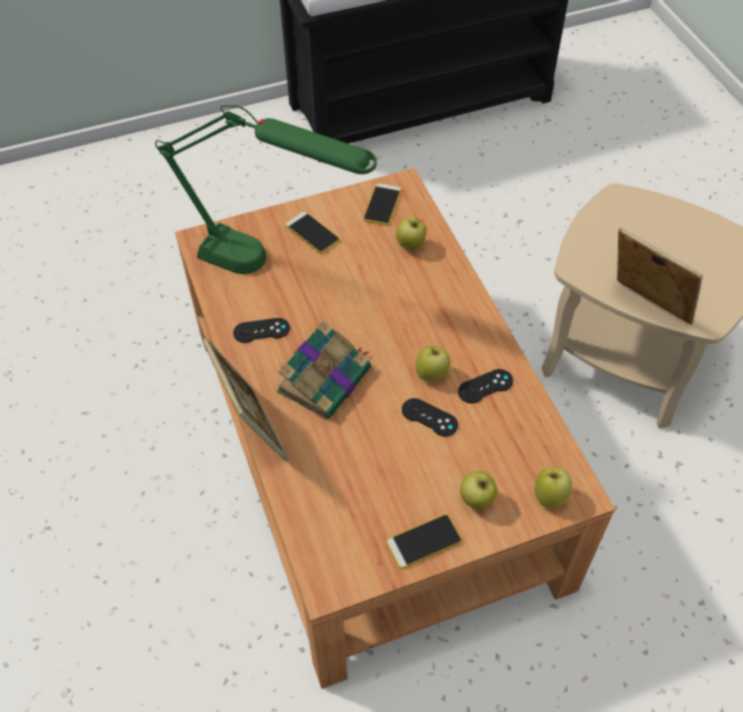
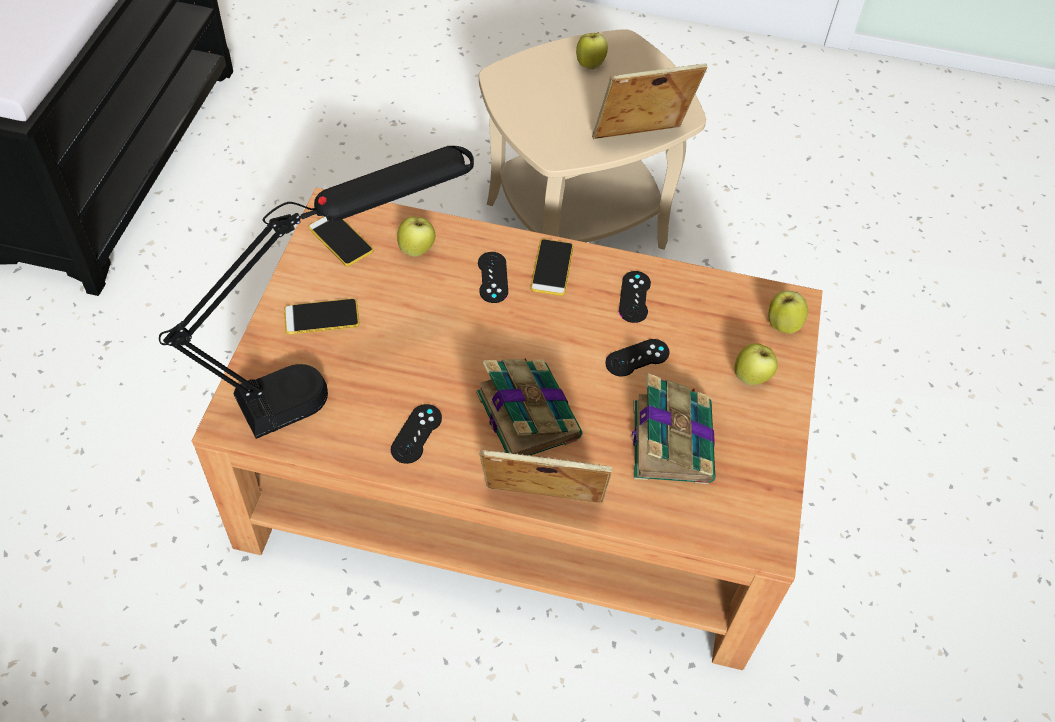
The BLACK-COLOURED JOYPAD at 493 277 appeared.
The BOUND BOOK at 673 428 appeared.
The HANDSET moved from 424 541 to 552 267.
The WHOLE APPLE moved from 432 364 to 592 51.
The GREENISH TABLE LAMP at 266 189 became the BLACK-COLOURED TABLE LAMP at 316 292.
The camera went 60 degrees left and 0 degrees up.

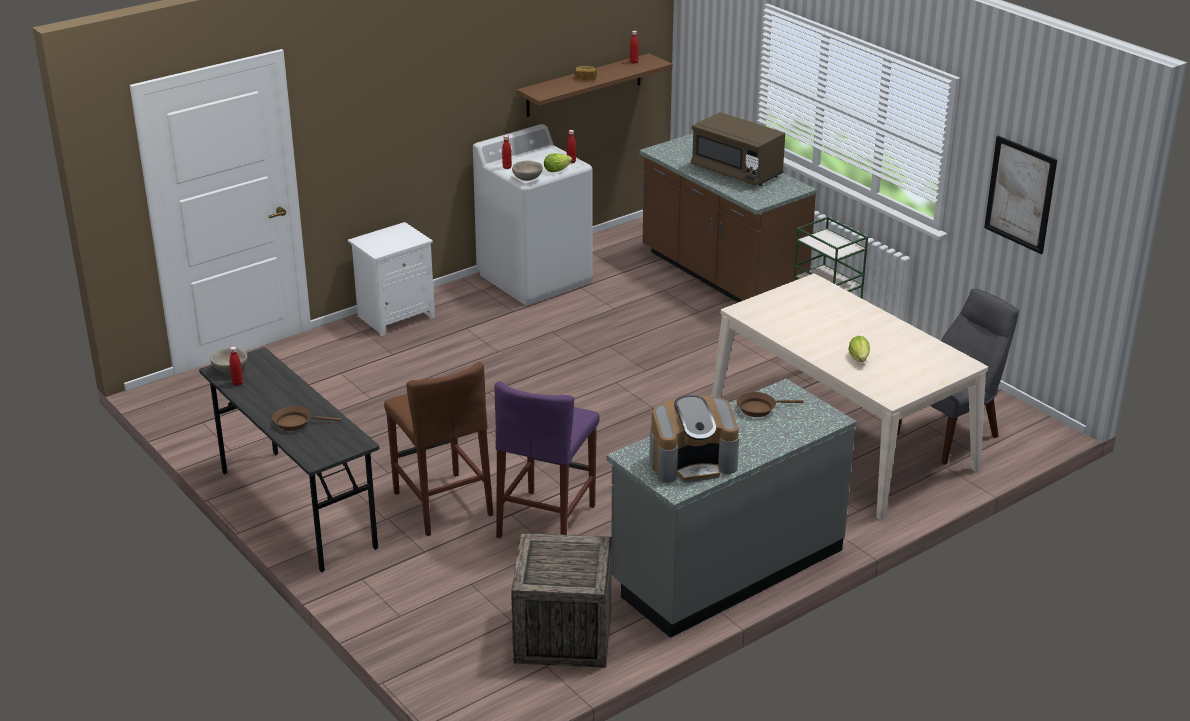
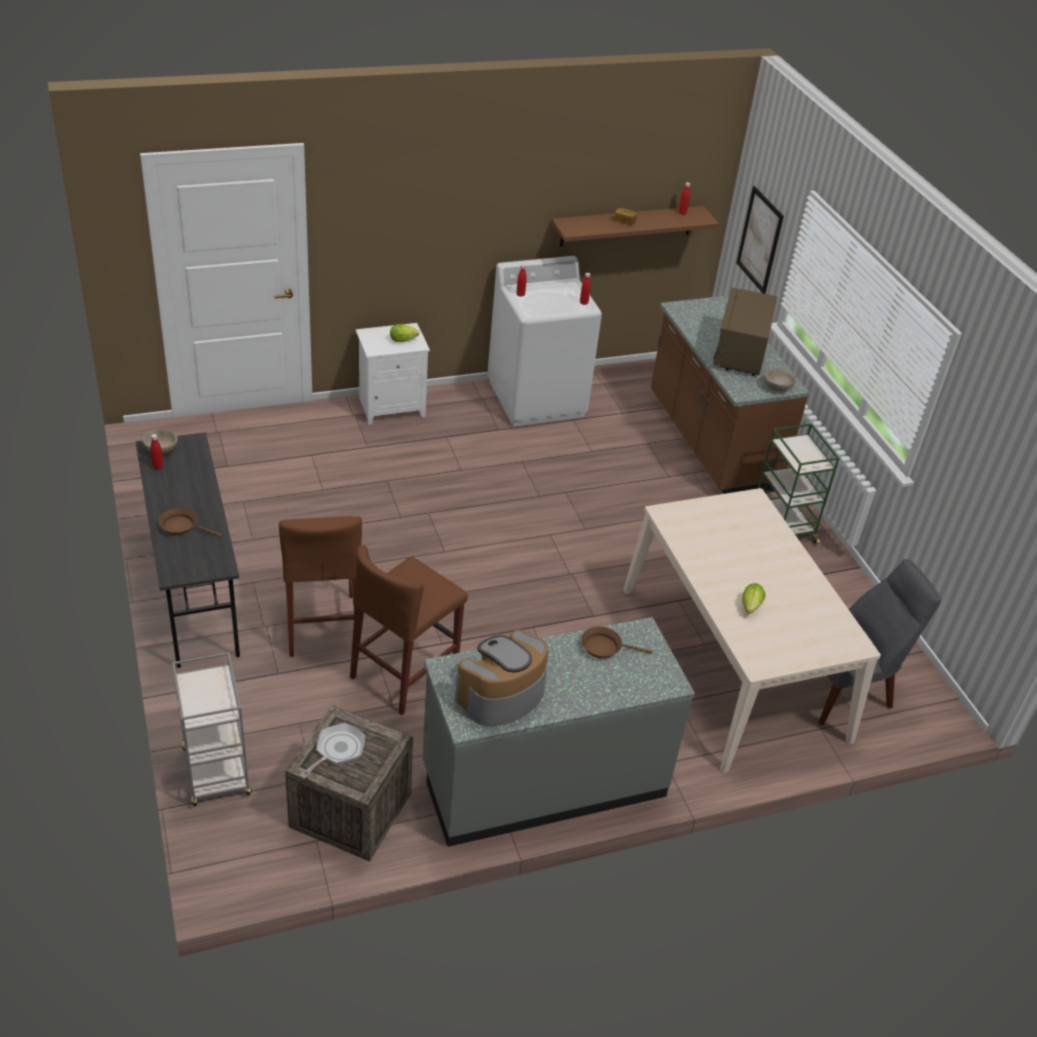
The GRAY TROLLEY at 212 729 appeared.
The FRYING PAN at 332 750 appeared.
The BEIGE-COLOURED BOWL moved from 527 171 to 780 379.
The LETTUCE HEAD moved from 558 162 to 404 333.
The WALL PICTURE moved from 1020 195 to 760 240.
The PURPLE-COLOURED SITTING STOOL at 547 459 became the BROWN-COLOURED SITTING STOOL at 409 630.
The COFFEE BREWER at 694 439 turned 135 degrees clockwise.
The BROWN-COLOURED MICROWAVE OVEN at 738 149 turned 45 degrees clockwise.
The camera went 15 degrees right and 10 degrees up.

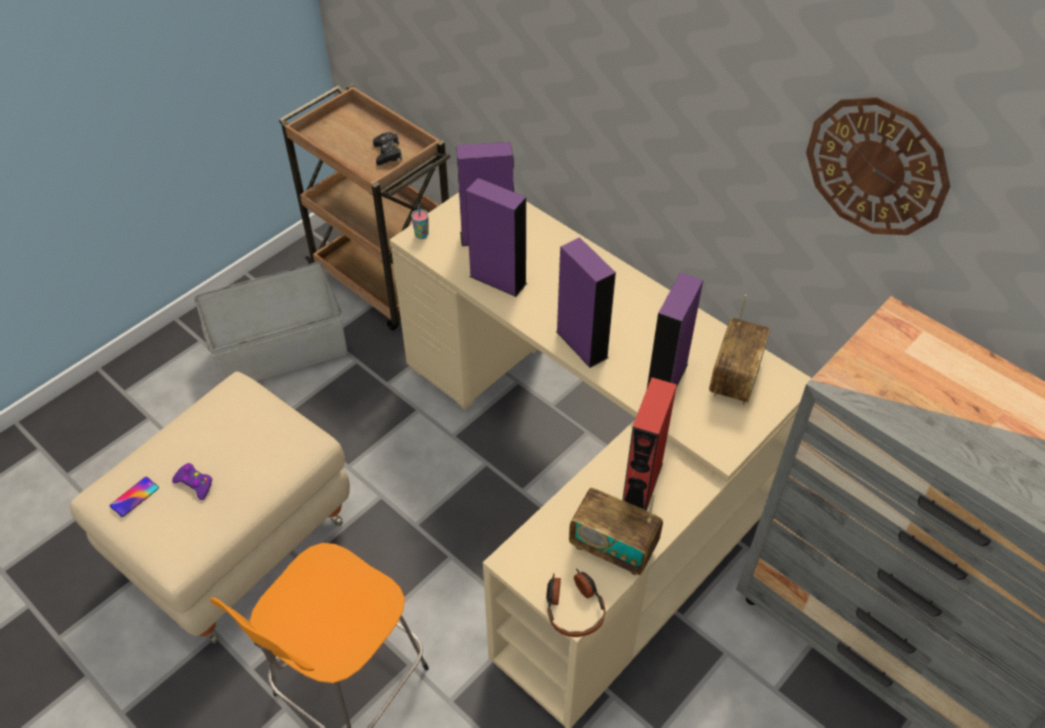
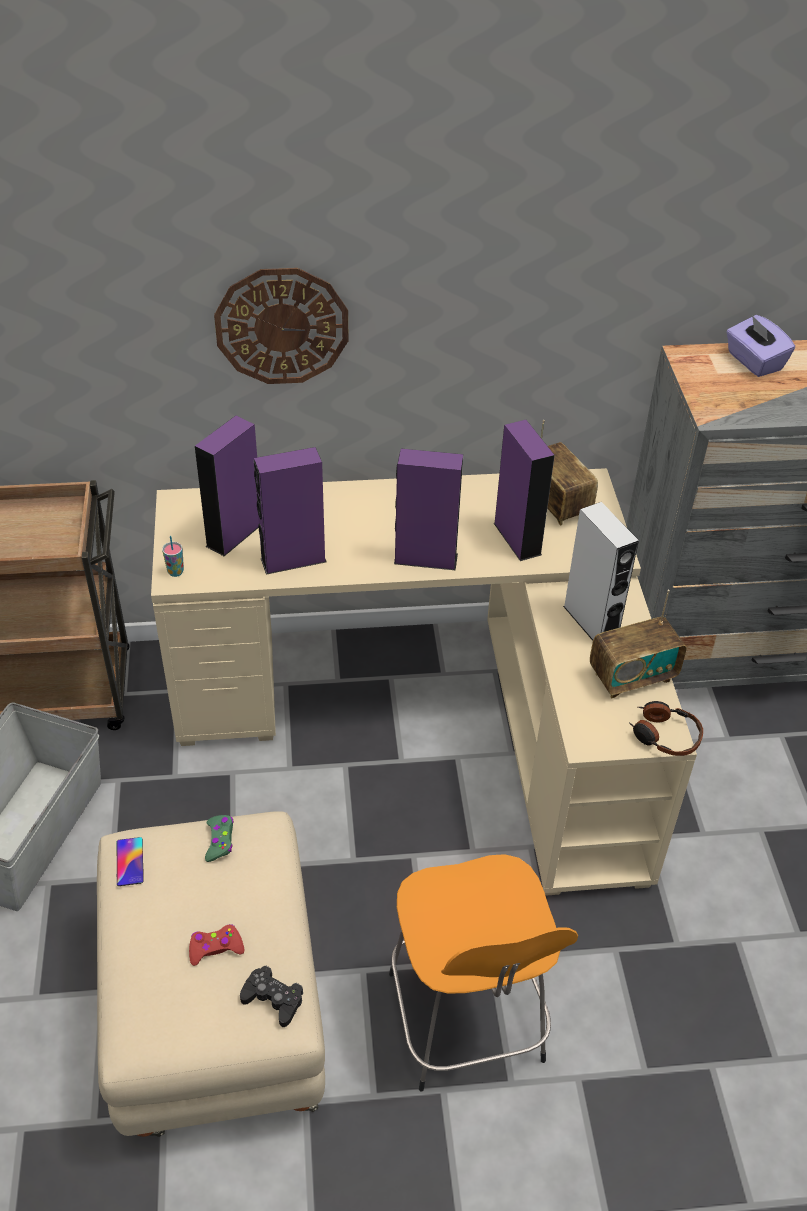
The GREENISH JOYPAD at 219 838 appeared.
The PURPLE-COLOURED BOX OF TISSUES at 761 346 appeared.
The HANDSET moved from 134 497 to 130 861.
The BLACK-COLOURED JOYPAD moved from 387 148 to 271 996.
The HANGING CLOCK moved from 878 166 to 281 326.
The PURPLE-COLOURED JOYPAD at 192 481 became the RED JOYPAD at 216 945.
The RED SPEAKER at 649 444 became the GRAY SPEAKER at 601 571.
The camera went 50 degrees left and 5 degrees down.

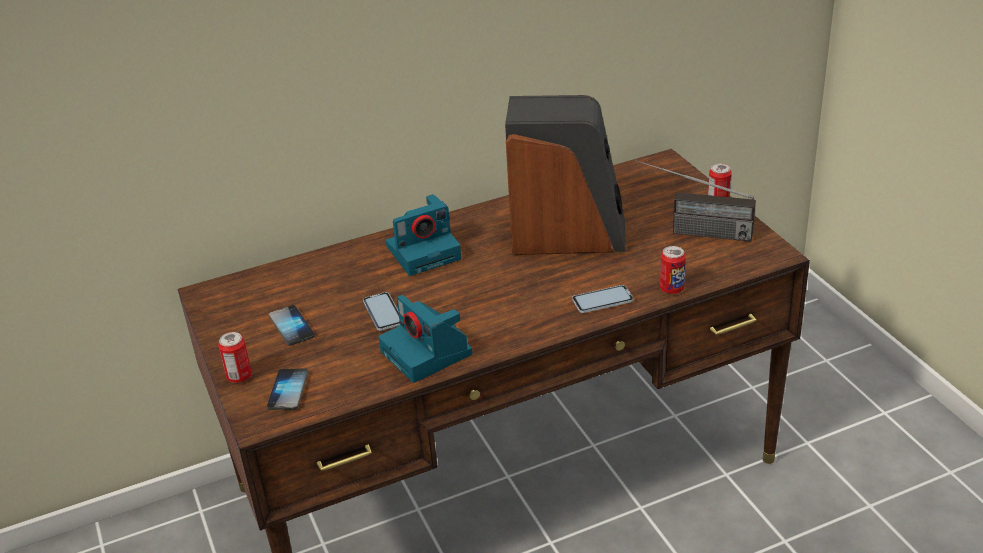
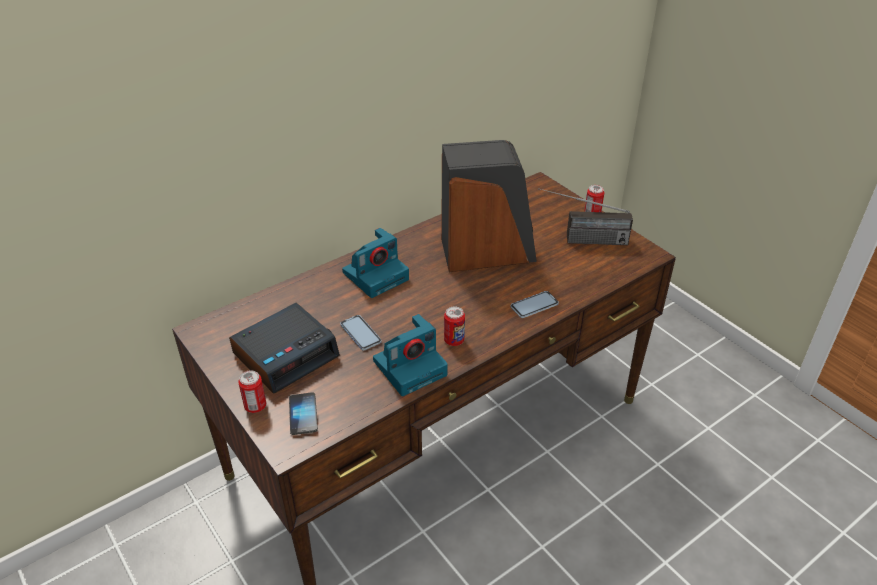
The SEALED CAN moved from 673 270 to 454 326.
The HANDSET at 292 325 was replaced by the ALARM CLOCK at 284 348.
The PHOTO CAMERA at 425 339 turned 75 degrees counterclockwise.
The camera went 15 degrees left and 5 degrees up.

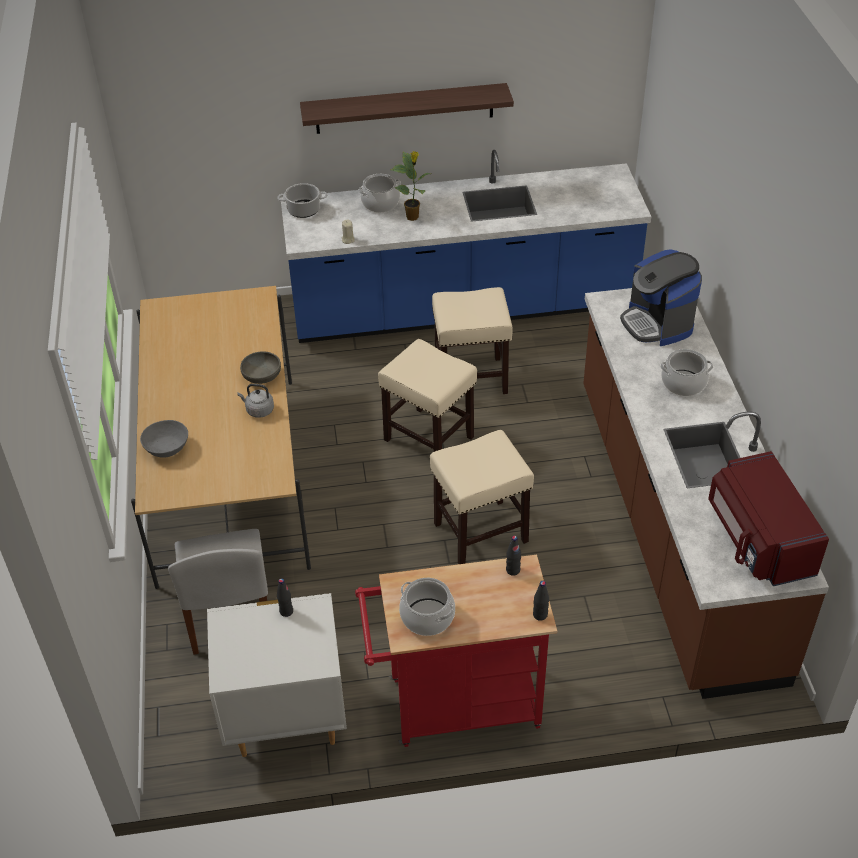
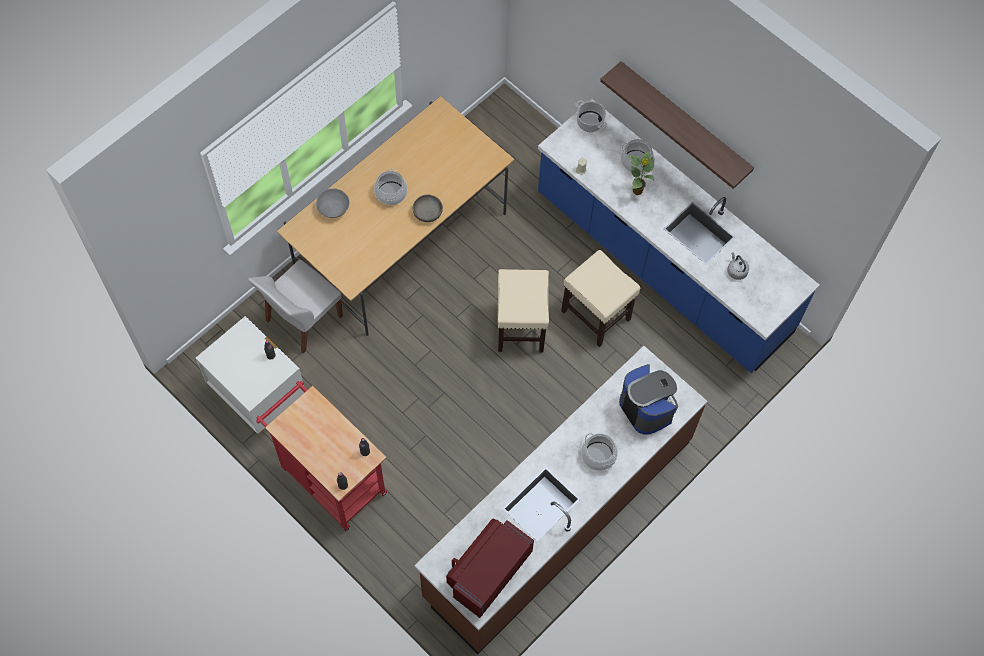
The BEIGE-COLOURED SITTING STOOL at 482 497 disappeared.
The GRAY KETTLE moved from 255 401 to 738 266.
The COOKING POT moved from 427 607 to 390 187.
The COFFEE BREWER at 661 298 turned 120 degrees clockwise.
The camera went 50 degrees right and 20 degrees up.

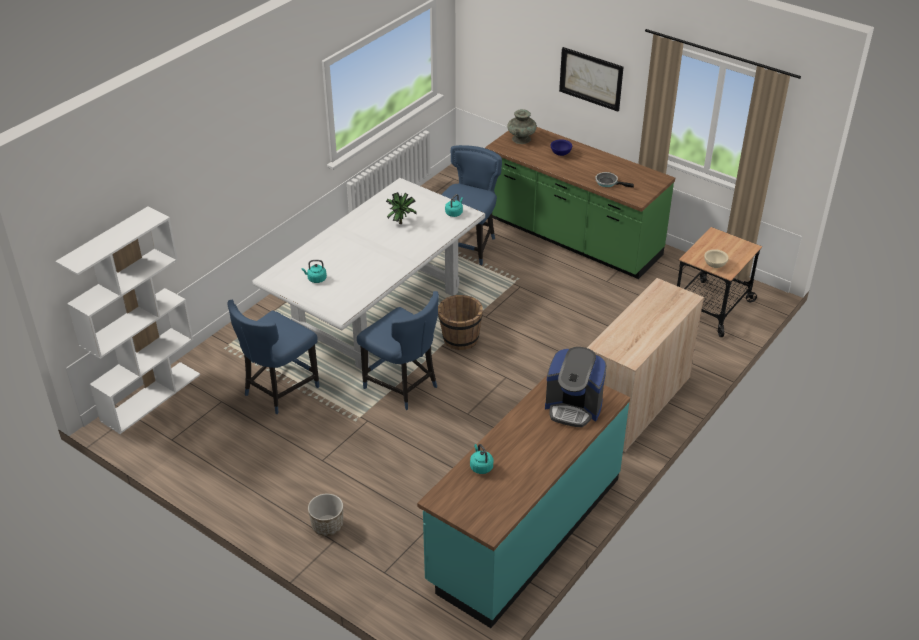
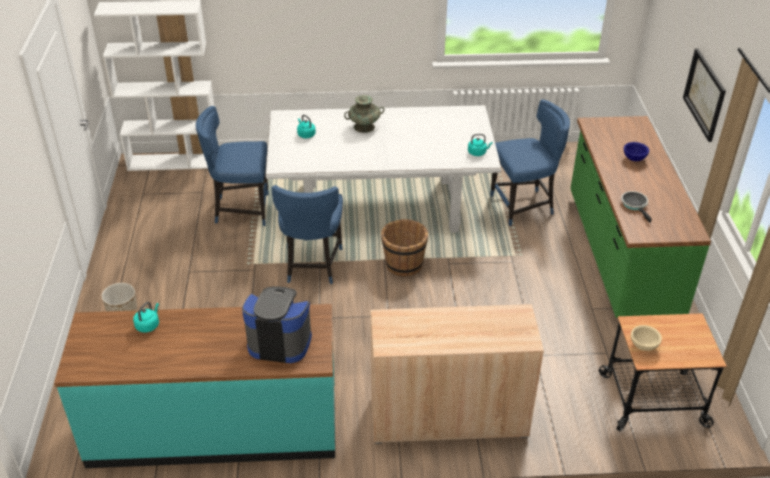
The POTTED PLANT at 401 208 disappeared.
The BLUE-GREEN VASE moved from 522 126 to 364 114.
The COFFEE BREWER at 575 387 turned 120 degrees clockwise.
The camera went 50 degrees right and 0 degrees up.

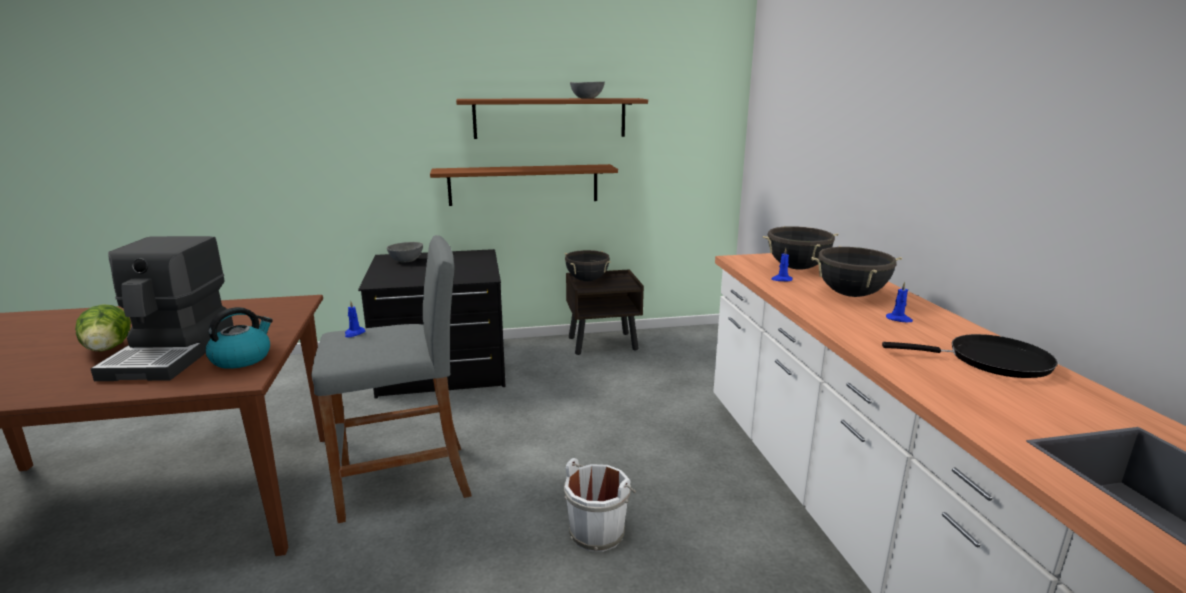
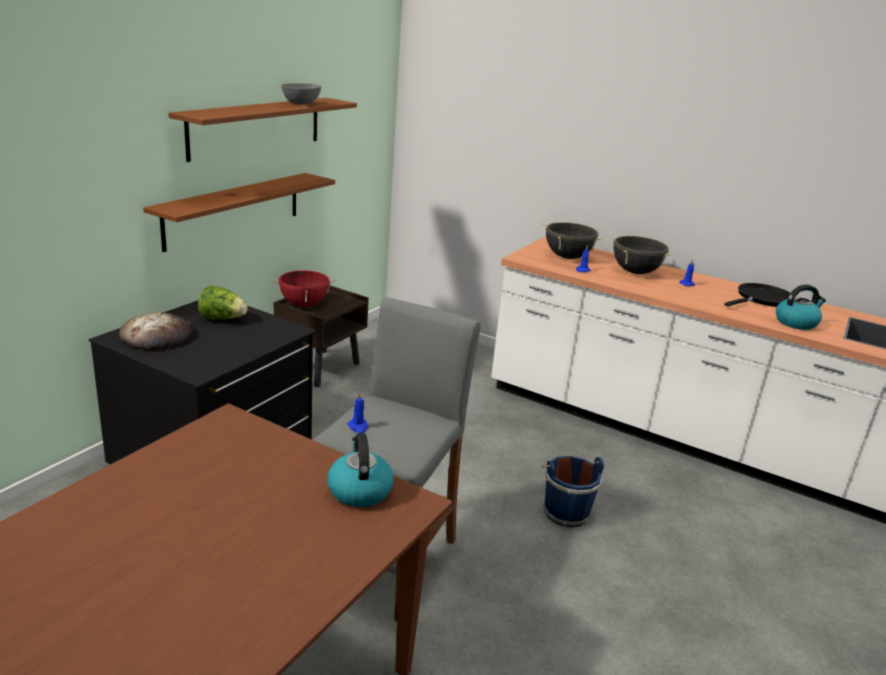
The COFFEE BREWER at 162 308 disappeared.
The KETTLE at 801 307 appeared.
The LETTUCE HEAD moved from 103 327 to 223 303.
The GRAY BOWL at 405 252 was replaced by the BREAD at 156 331.
The BLACK-COLOURED COOKING POT at 587 265 became the RED COOKING POT at 304 288.
The WHITE-COLOURED WATER BUCKET at 600 505 became the BLUE-COLOURED WATER BUCKET at 573 491.
The camera went 50 degrees left and 5 degrees up.

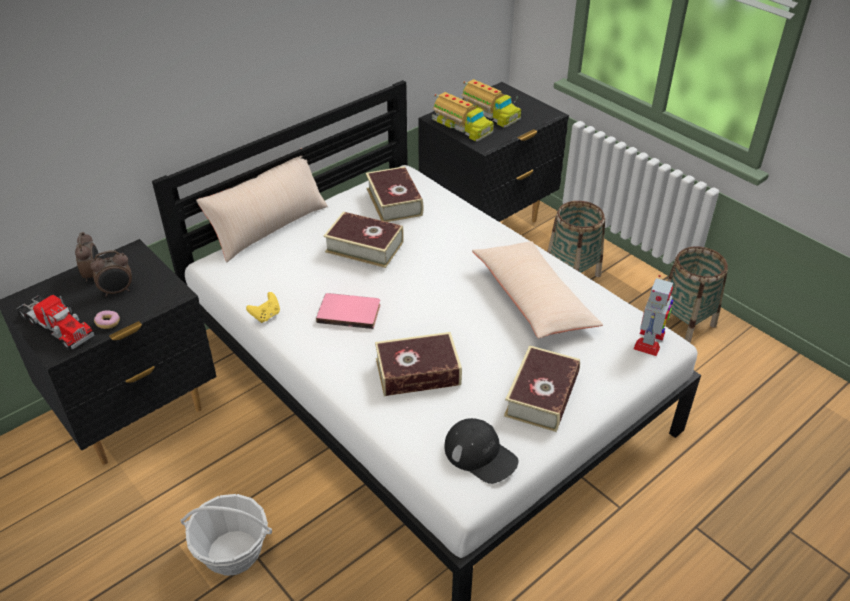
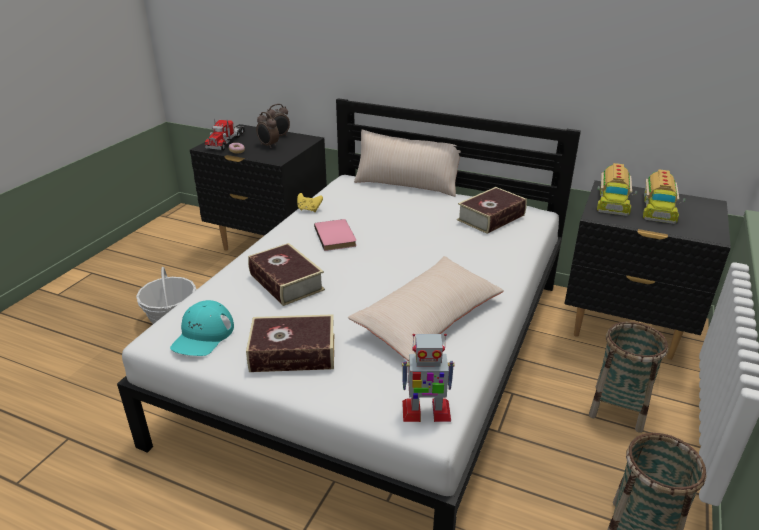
The BOUND BOOK at 364 240 disappeared.
The BLACK-COLOURED BASEBALL CAP at 481 451 became the BLUE-GREEN BASEBALL CAP at 202 328.
The camera went 65 degrees right and 10 degrees down.

